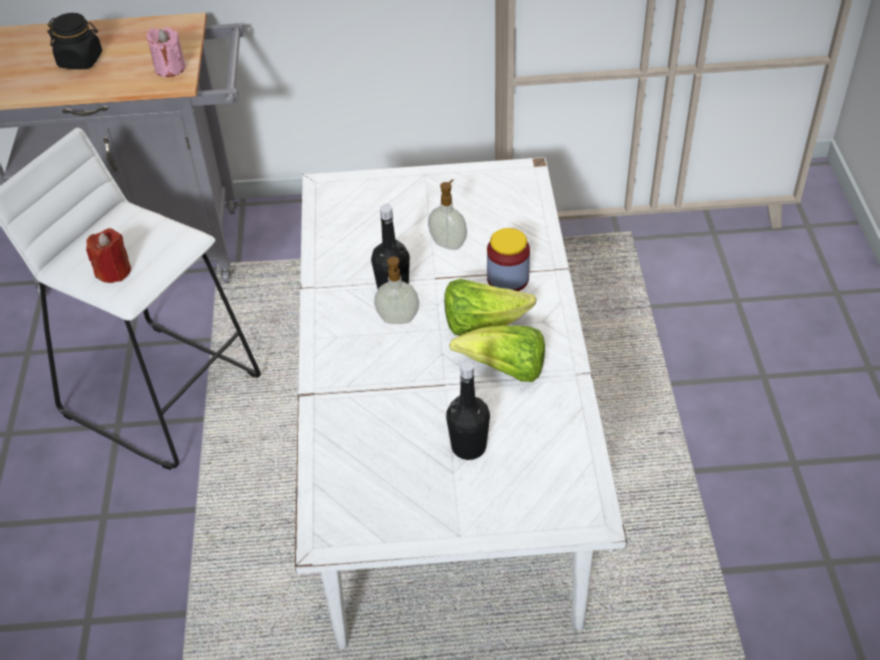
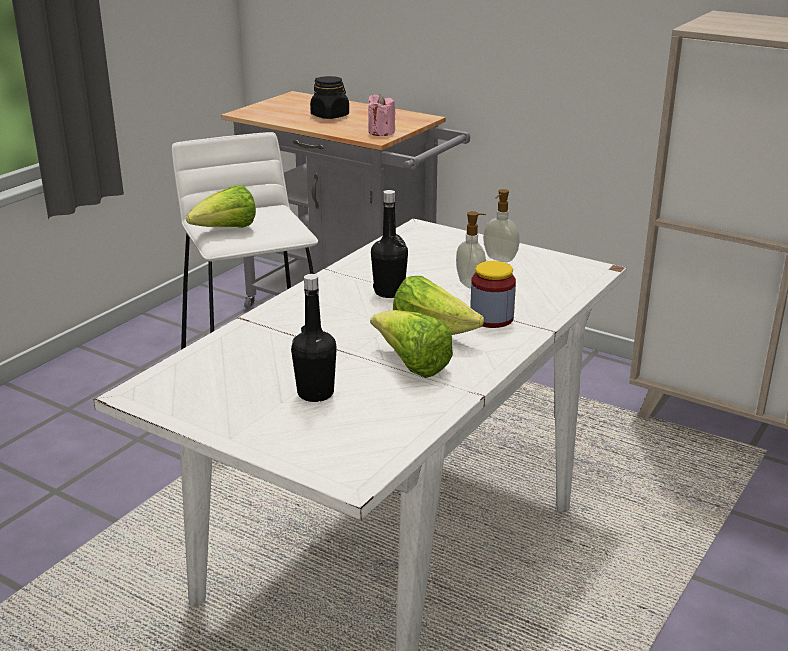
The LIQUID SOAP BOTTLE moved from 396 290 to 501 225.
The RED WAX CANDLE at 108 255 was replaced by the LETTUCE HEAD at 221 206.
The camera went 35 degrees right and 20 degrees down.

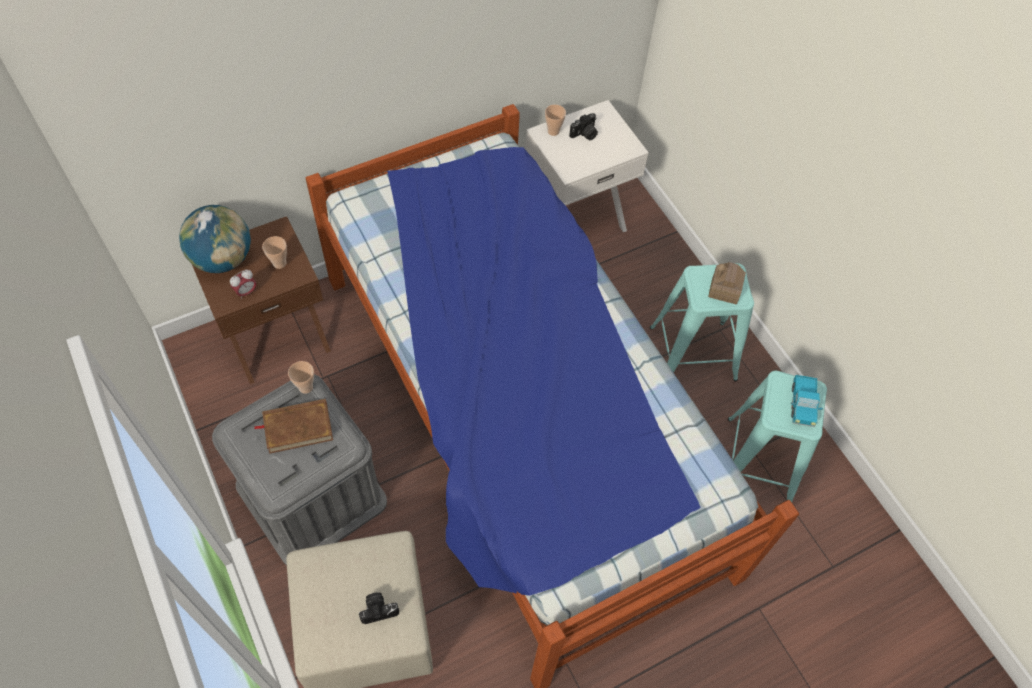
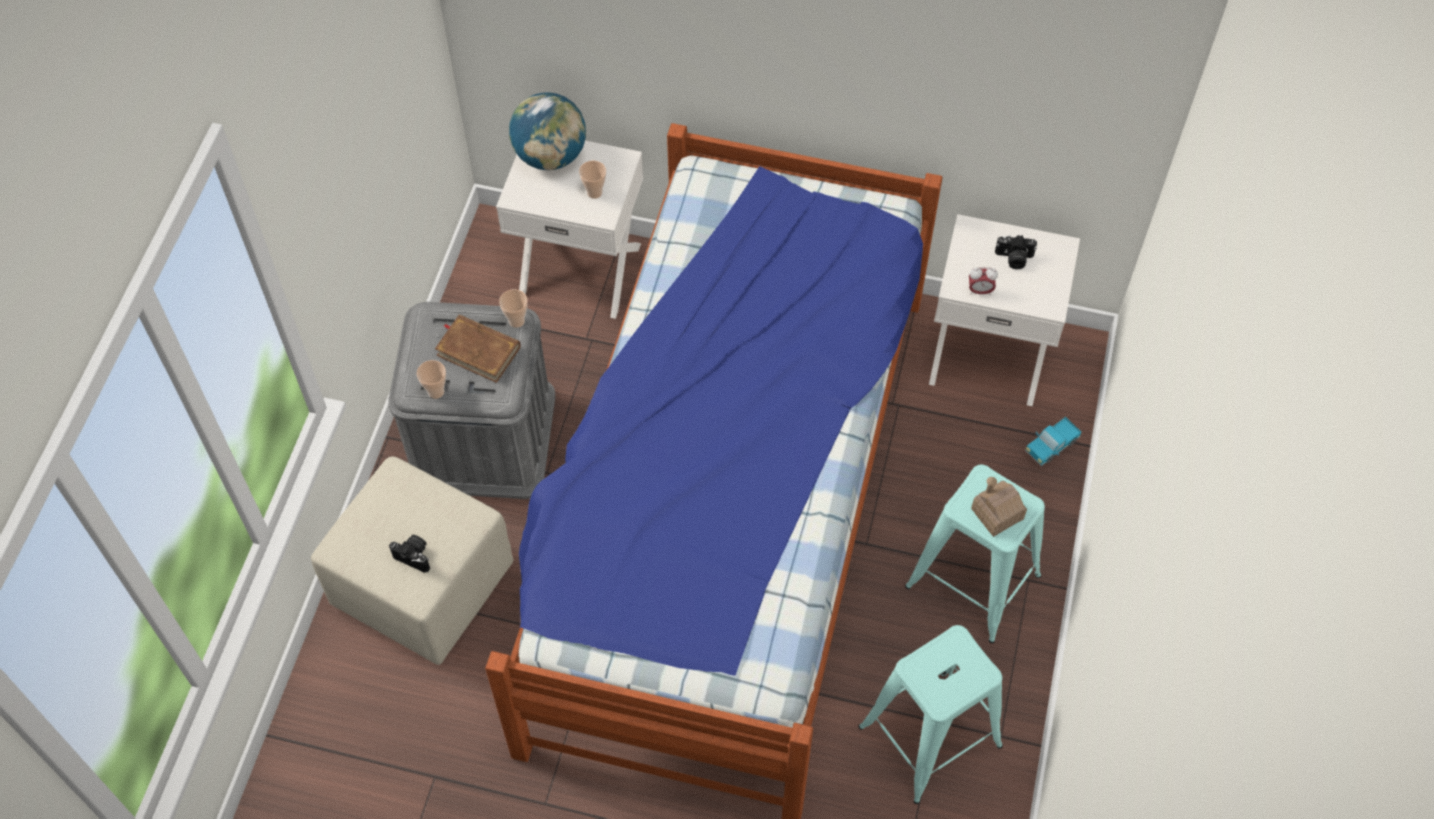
The ALARM CLOCK moved from 243 284 to 983 281.
The CUP moved from 555 120 to 431 379.
The MODEL TRUCK moved from 807 401 to 1053 441.
The BROWN-COLOURED BEDSIDE TABLE at 261 300 became the WHITE-COLOURED BEDSIDE TABLE at 569 230.
The camera went 45 degrees right and 0 degrees up.

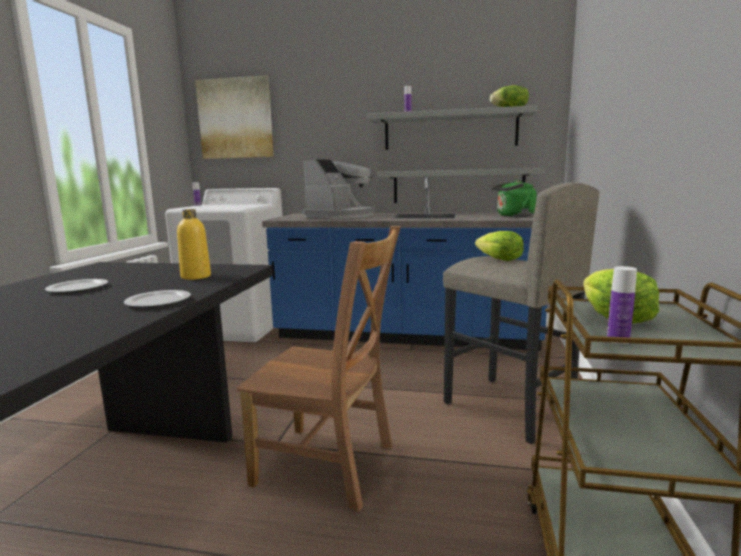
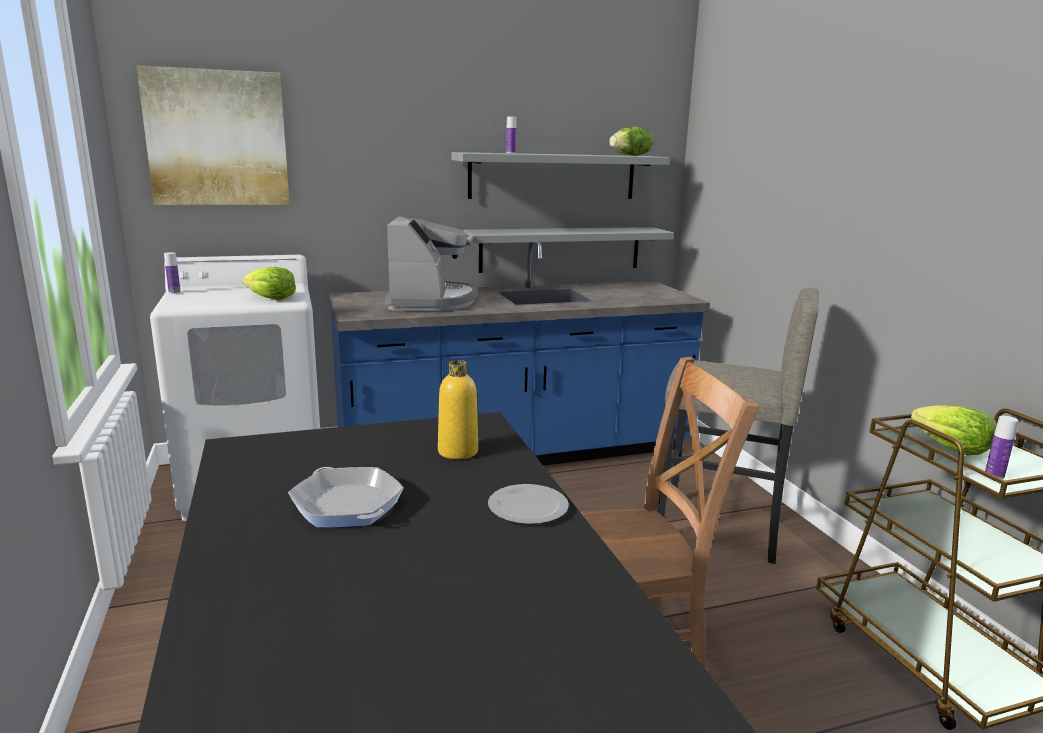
The GREENISH KETTLE at 514 198 disappeared.
The LETTUCE HEAD moved from 499 246 to 269 283.
The FLAT DISH at 76 286 was replaced by the FRYING PAN at 346 497.
The camera went 30 degrees left and 5 degrees up.

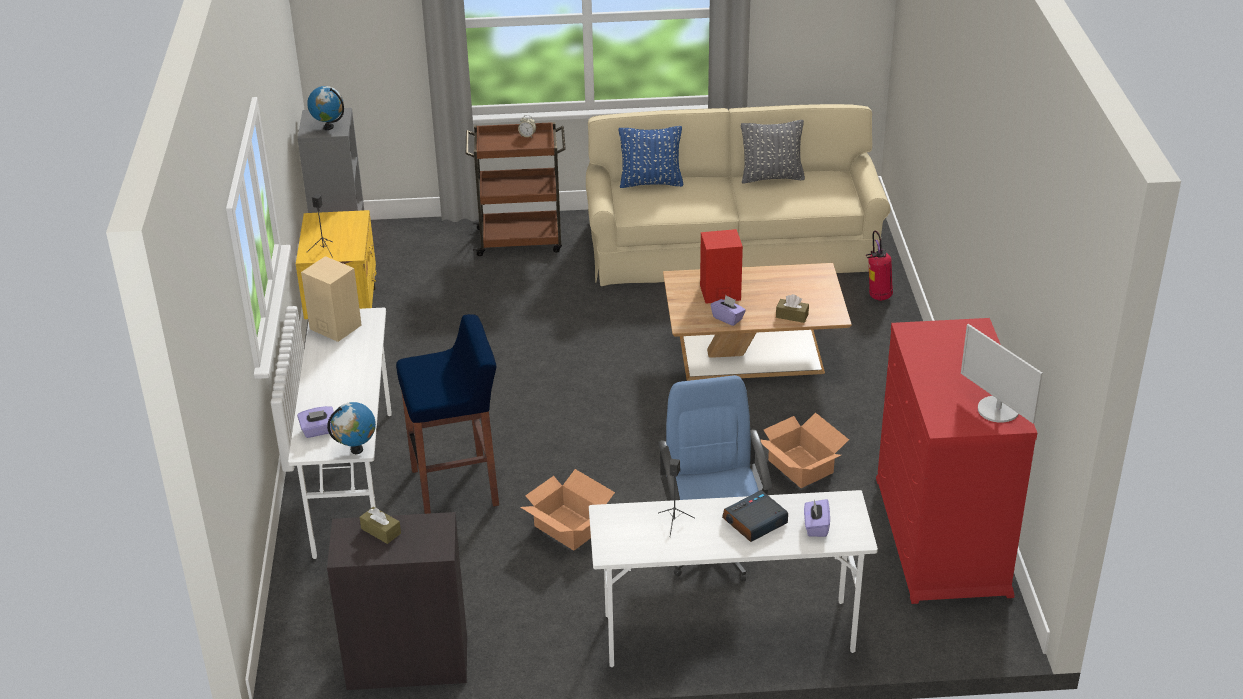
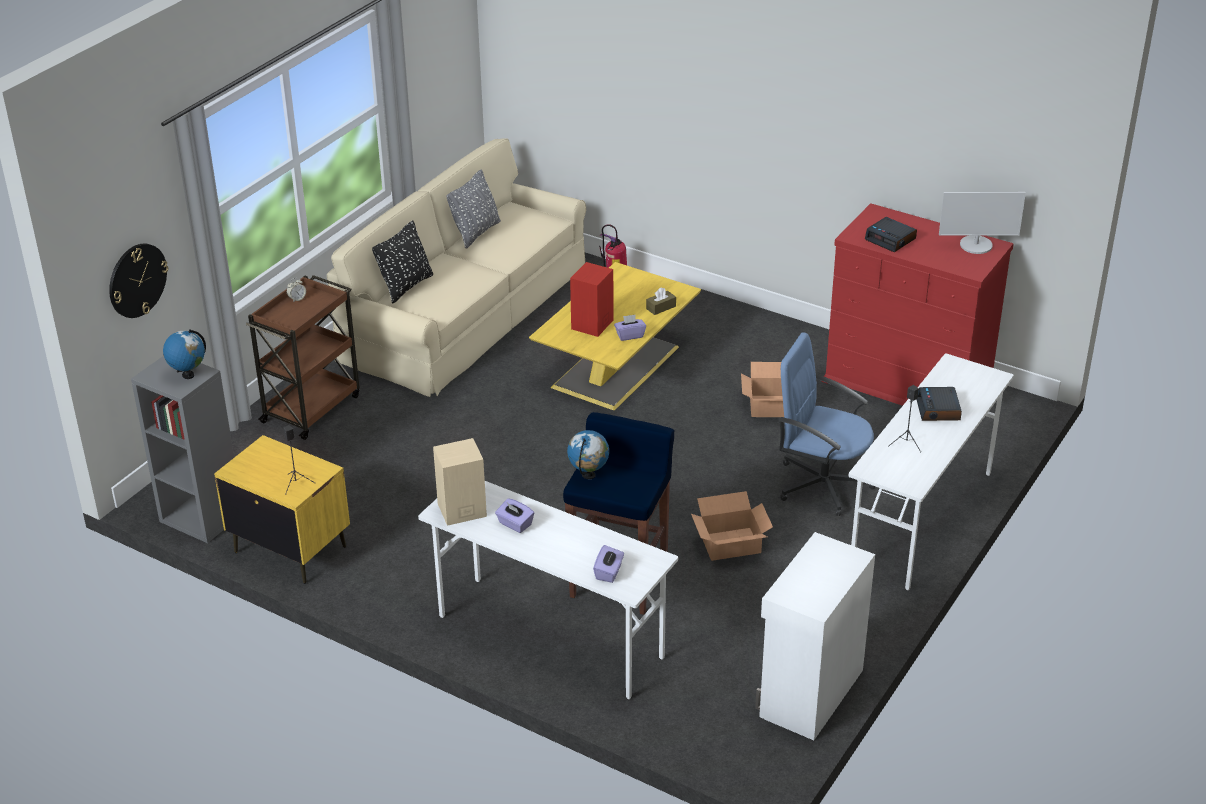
The BROWN-COLOURED BOX OF TISSUES at 380 525 disappeared.
The HANGING CLOCK at 138 281 appeared.
The ALARM CLOCK at 891 234 appeared.
The DESK GLOBE moved from 351 428 to 588 454.
The PURPLE-COLOURED BOX OF TISSUES moved from 817 518 to 514 515.
The BLACK-COLOURED CABINET at 397 601 became the WHITE-COLOURED CABINET at 815 636.
The BLUE-COLOURED PILLOW at 651 157 became the BLACK-COLOURED PILLOW at 402 262.
The BROWN-COLOURED COFFEE TABLE at 757 322 became the YELLOW COFFEE TABLE at 615 336.
The camera went 55 degrees left and 0 degrees up.

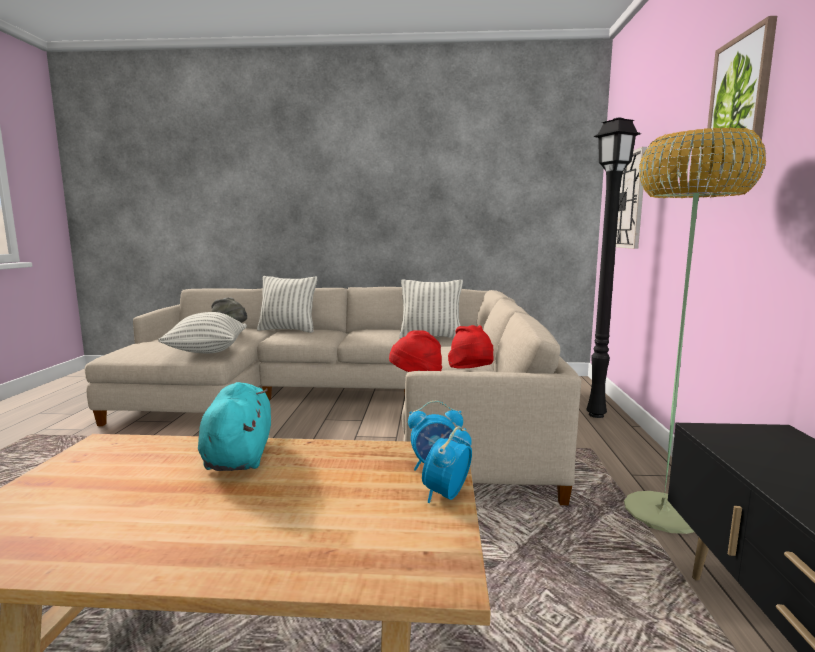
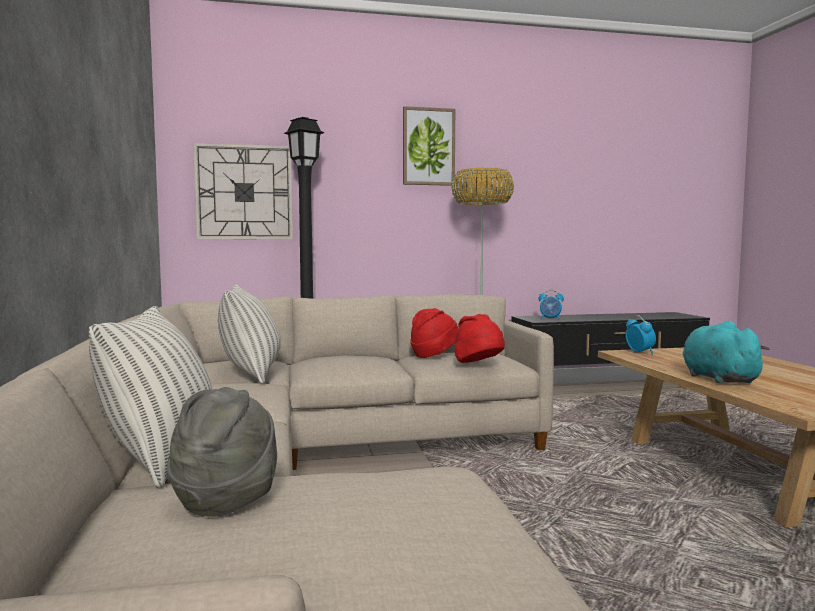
The PILLOW at 202 332 disappeared.
The ALARM CLOCK moved from 447 464 to 551 305.
The BLUE-GREEN CUDDLY TOY at 234 426 turned 105 degrees clockwise.
The camera went 105 degrees left and 5 degrees down.

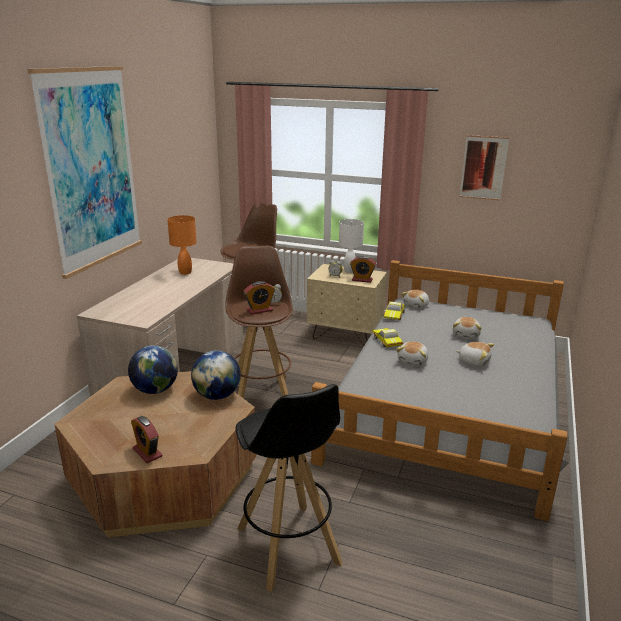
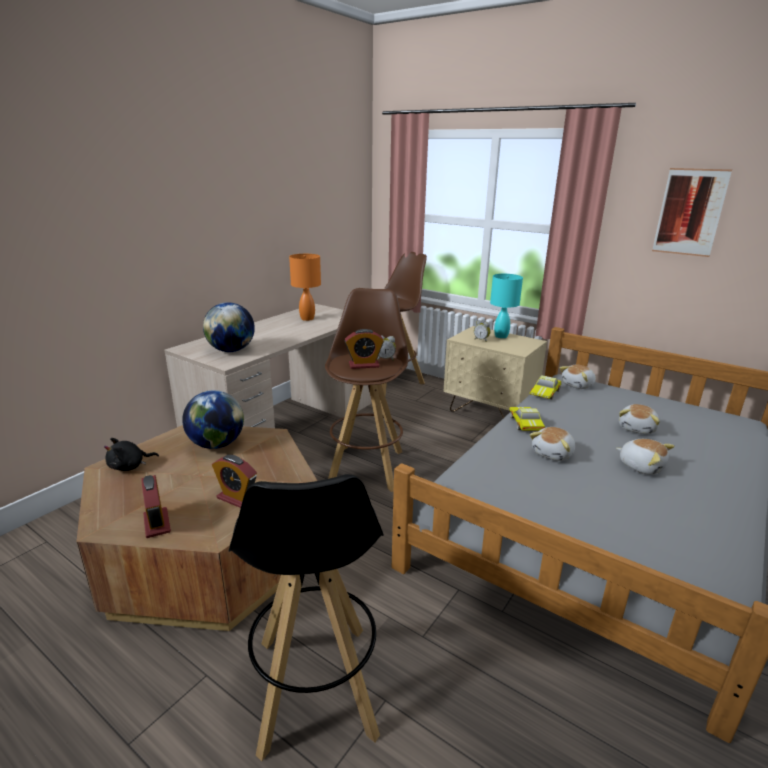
The WALL PICTURE at 84 172 disappeared.
The BLACK-COLOURED CUDDLY TOY at 131 454 appeared.
The DESK GLOBE moved from 216 375 to 229 327.
The ALARM CLOCK moved from 363 269 to 234 481.
The WHITE-COLOURED TABLE LAMP at 351 246 became the BLUE-GREEN TABLE LAMP at 506 306.
The camera went 15 degrees right and 0 degrees up.

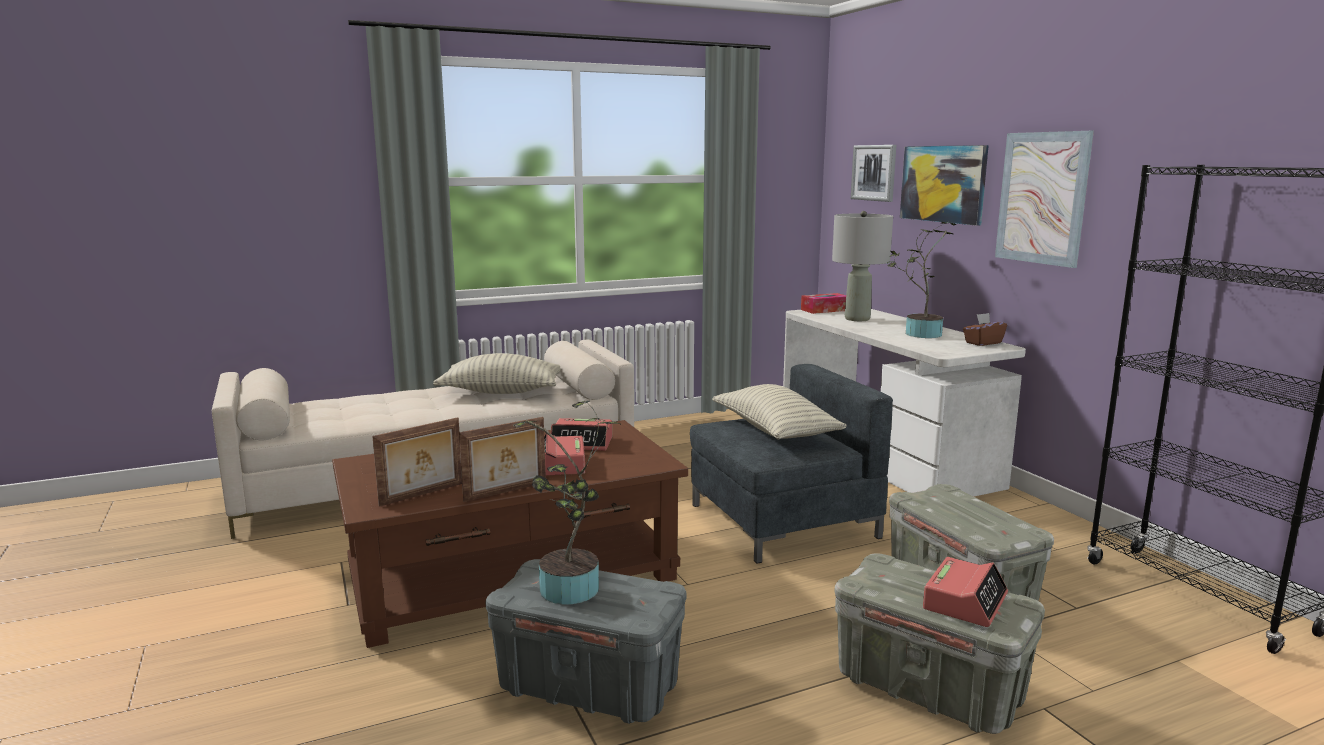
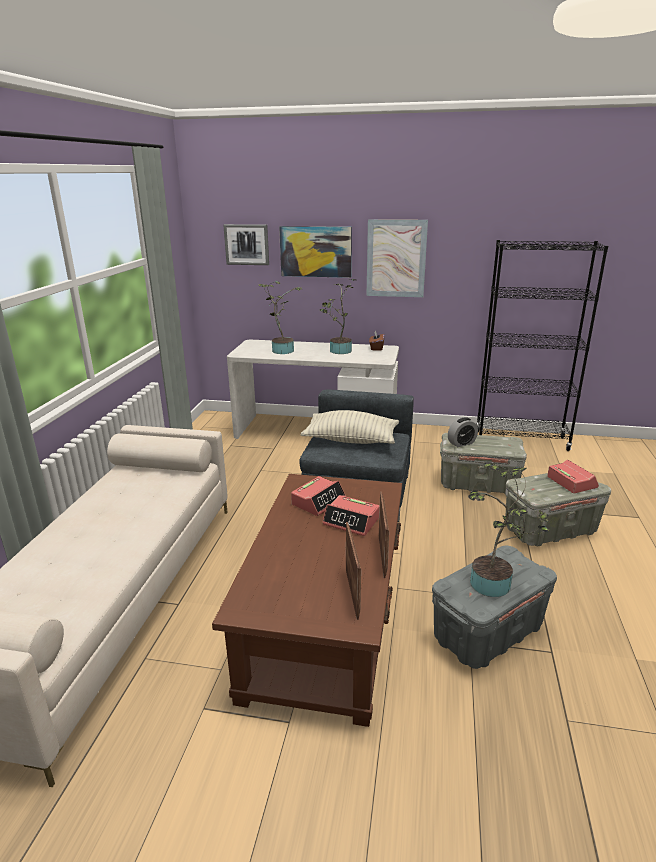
The PILLOW at 496 373 disappeared.
The BOX OF TISSUES at 823 303 disappeared.
The ALARM CLOCK at 463 432 appeared.
The GRAY TABLE LAMP at 862 266 was replaced by the POTTED PLANT at 280 317.
The camera went 55 degrees left and 10 degrees up.

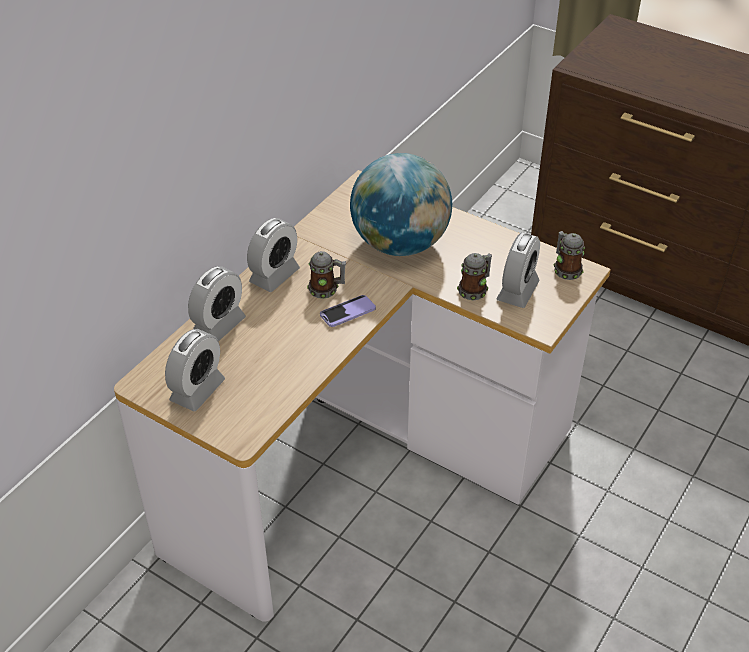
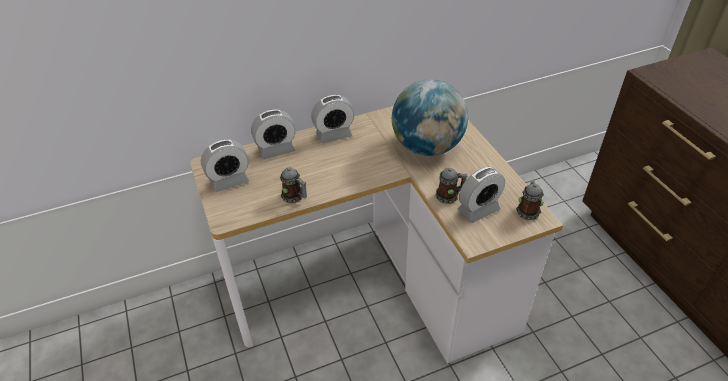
The HANDSET at 348 311 disappeared.
The TEA MUG moved from 326 275 to 293 185.
The camera went 35 degrees right and 0 degrees up.

